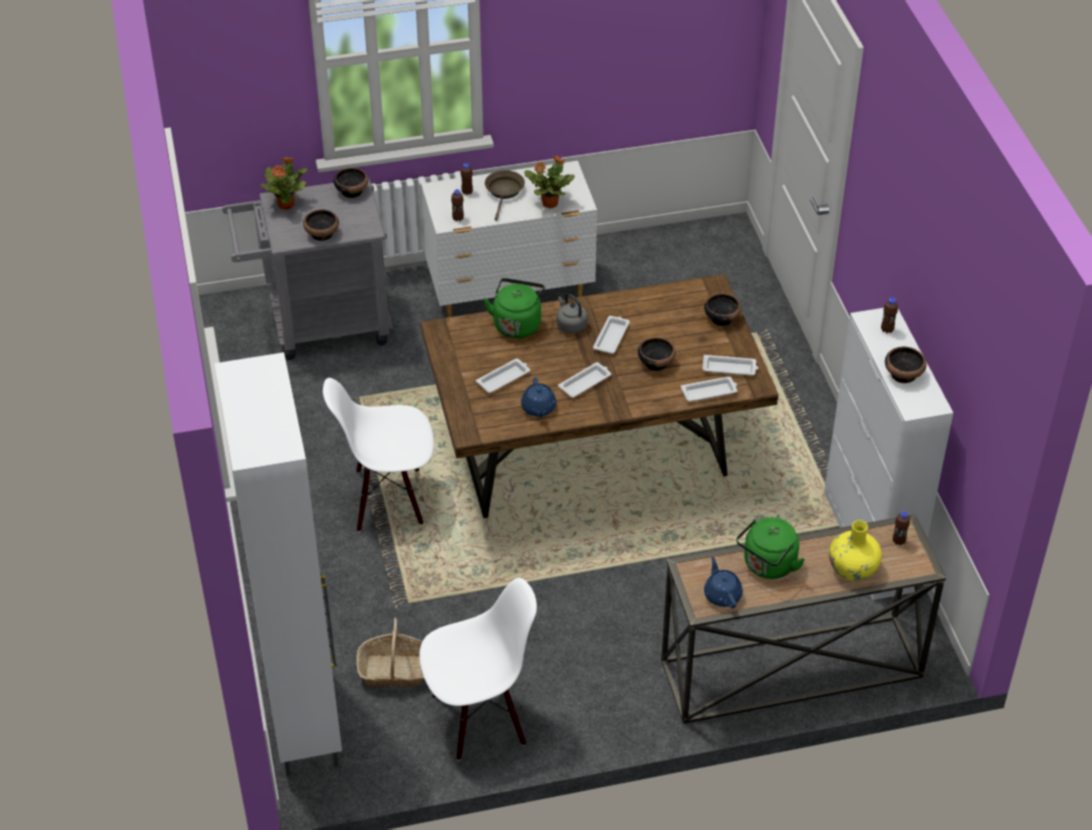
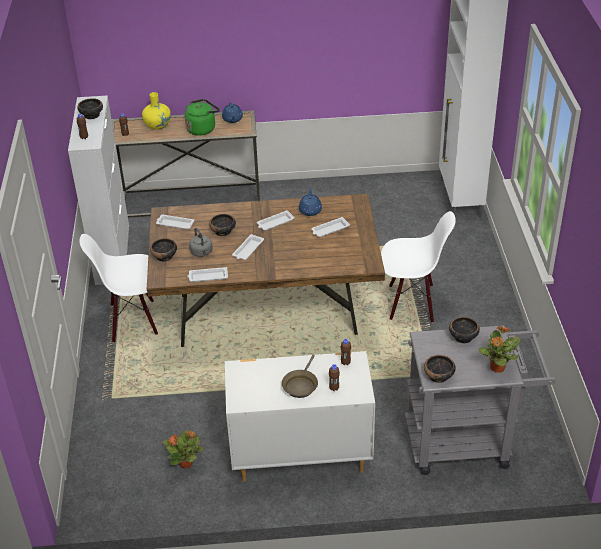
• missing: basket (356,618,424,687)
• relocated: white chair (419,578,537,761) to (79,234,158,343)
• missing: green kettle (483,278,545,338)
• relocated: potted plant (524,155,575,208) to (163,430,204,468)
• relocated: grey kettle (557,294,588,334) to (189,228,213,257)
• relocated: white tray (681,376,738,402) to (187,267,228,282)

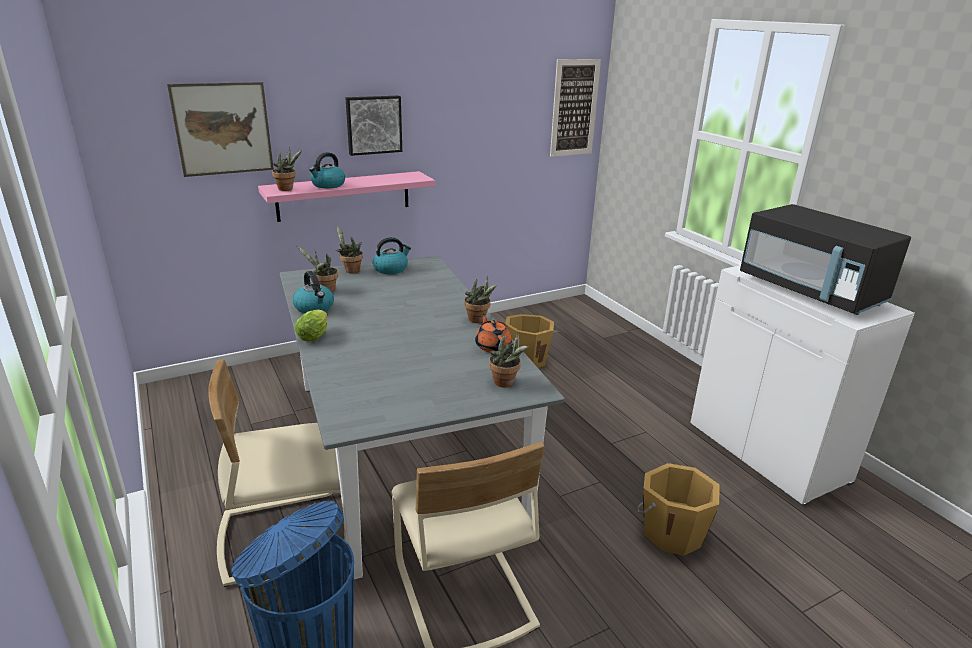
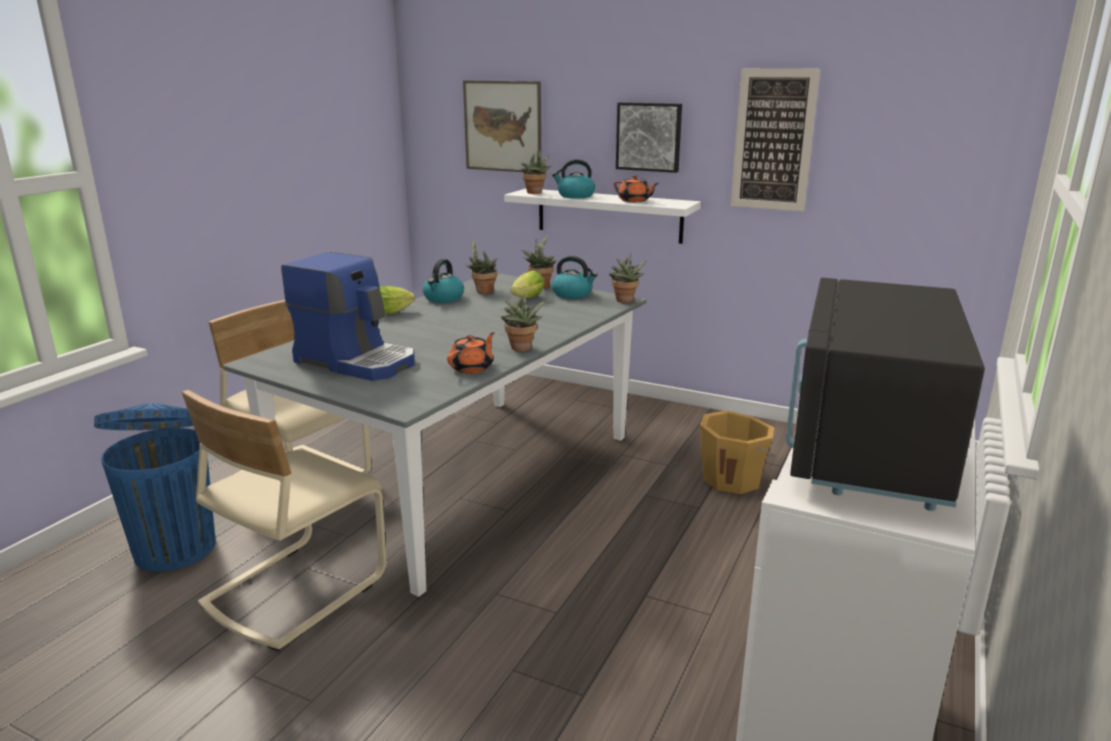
• colour: pink shelf (258,171,435,222) to white shelf (504,189,701,244)
• relocated: potted plant (489,332,528,388) to (609,254,646,303)
• relocated: picture (550,59,601,157) to (730,69,820,211)
• missing: orange bucket (638,463,719,556)
• appeared: coffee machine (281,252,415,381)
• appeared: lettuce (511,270,545,298)
• appeared: orange teapot (614,175,659,202)

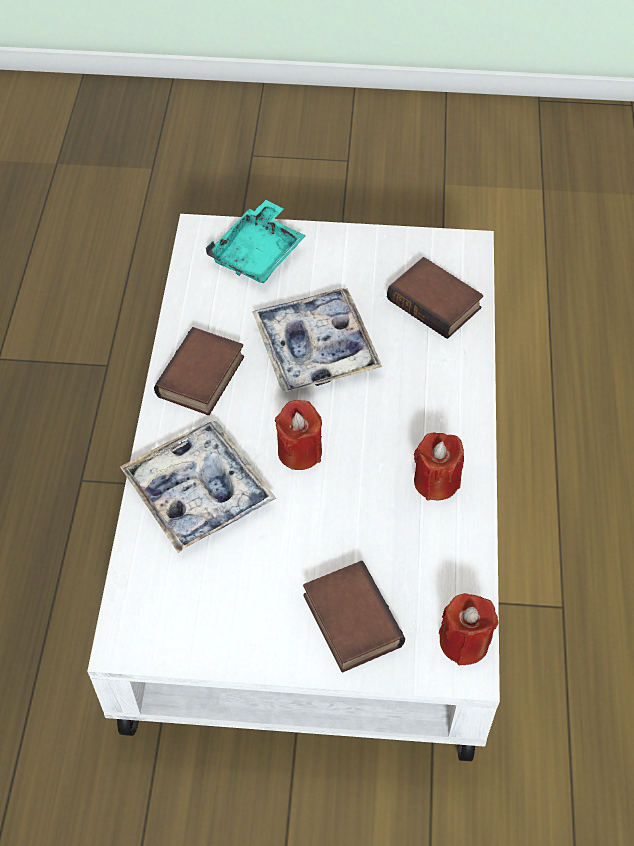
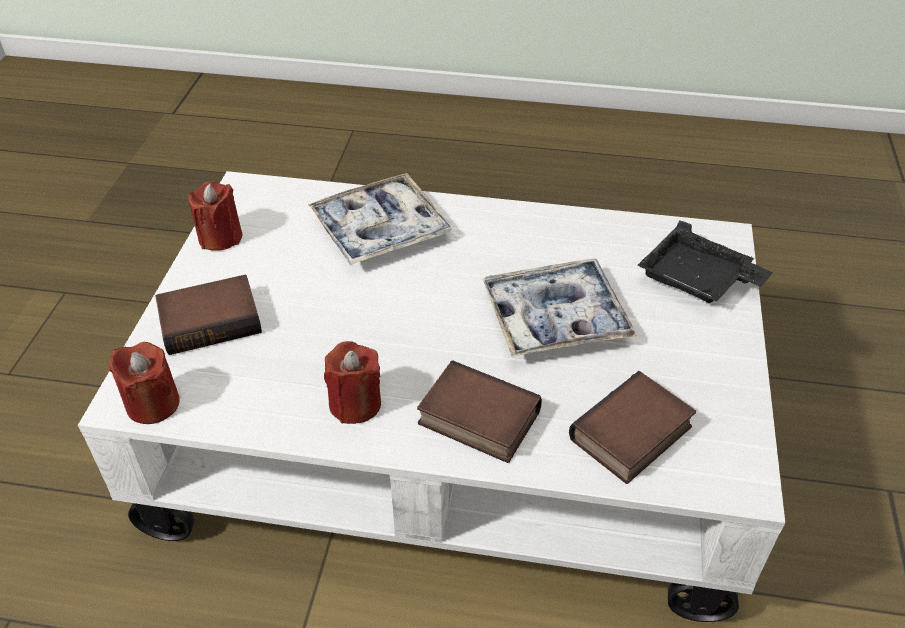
• relocated: book (154,327,244,415) to (417,360,542,463)
• colour: turquoise tray (206,200,306,283) to black tray (637,220,773,303)
• relocated: red candle (275,400,322,470) to (188,181,242,251)

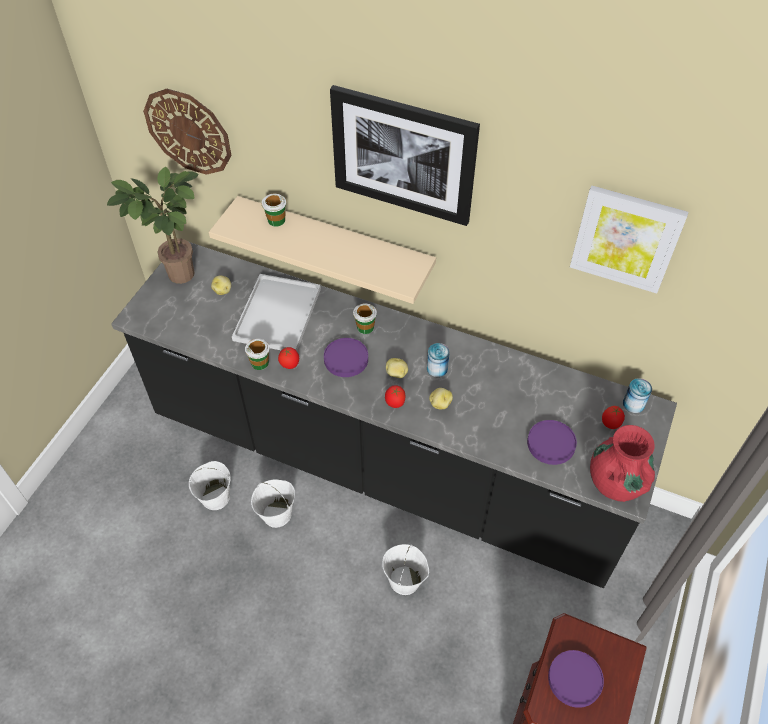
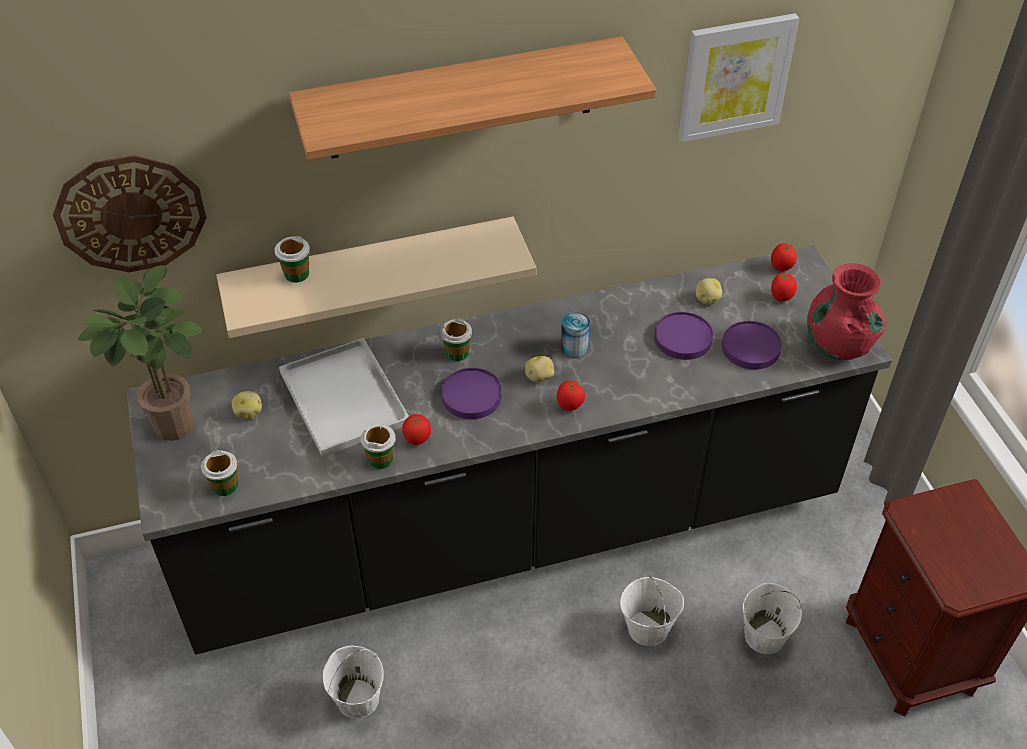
• relocated: white bucket (251,479,295,528) to (743,582,802,654)
• exchanged: picture (330,85,480,226) to shelf (289,36,656,160)
• relocated: potato (429,388,453,409) to (696,278,722,305)
• relocated: purple plate (548,650,604,708) to (654,312,713,360)
• exchanged: can (623,378,652,413) to tomato (771,243,797,271)
• appeared: cup (201,450,238,496)

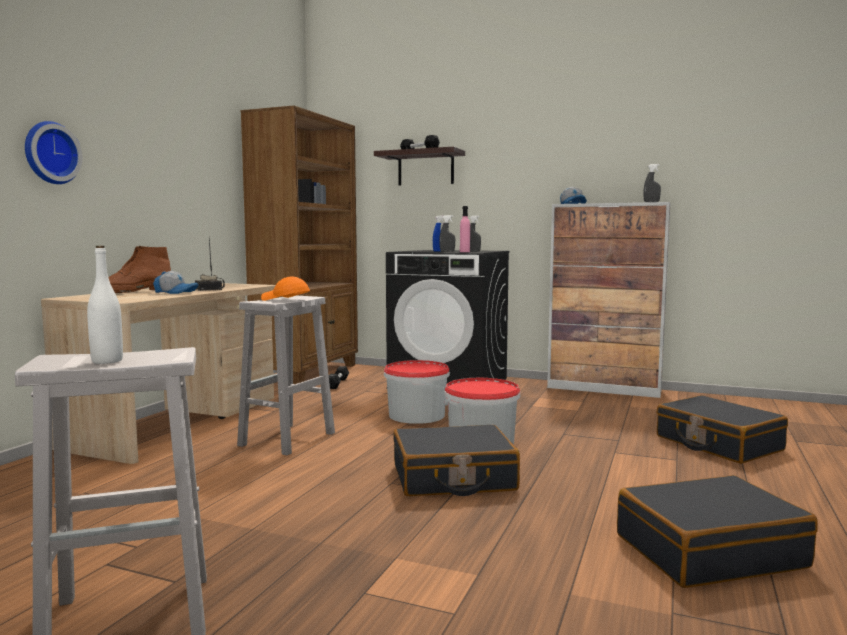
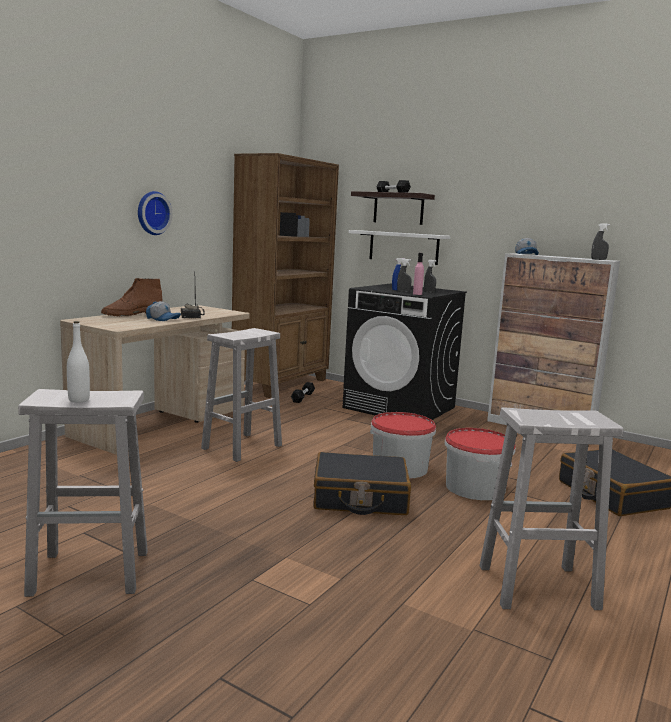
• relocated: wall clock (25,121,82,184) to (138,191,173,235)
• missing: orange cap (261,276,310,301)
• relocated: bucket (384,360,450,424) to (445,428,516,500)
• exchanged: black suitcase (617,475,818,588) to white stool (480,407,624,610)
• appeared: white shelf (349,230,450,265)

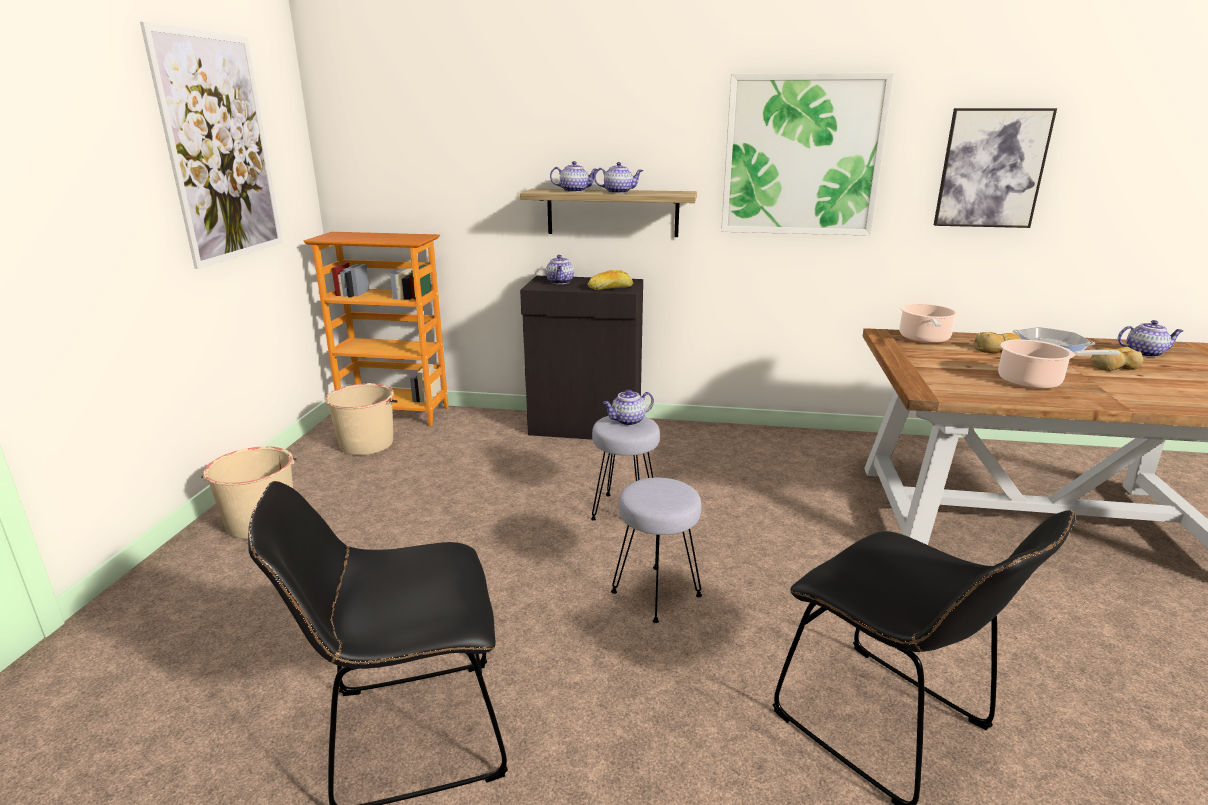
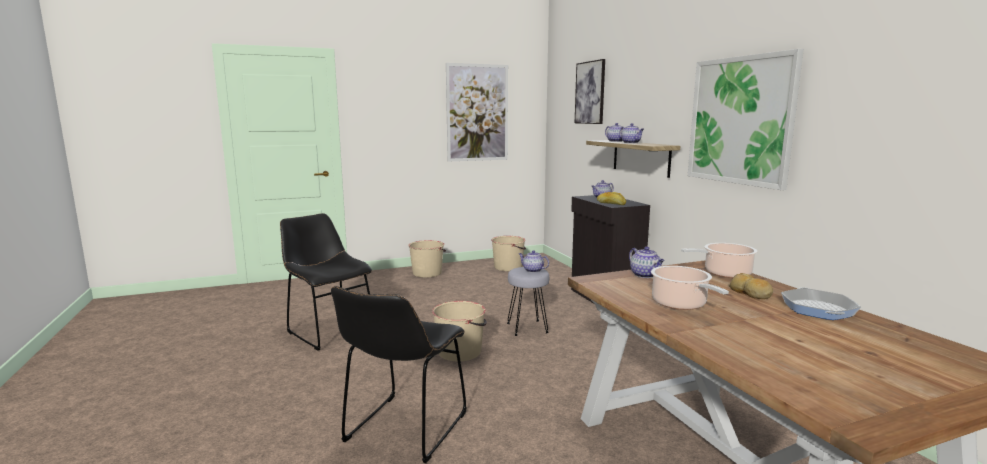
• missing: bookcase (303,232,449,427)
• exchanged: grey stool (611,478,702,623) to beige bucket (432,301,487,361)
• relocated: picture (934,108,1057,228) to (575,59,605,124)
• missing: bread (1090,346,1143,371)
• relocated: teapot (1118,320,1183,357) to (629,247,665,278)

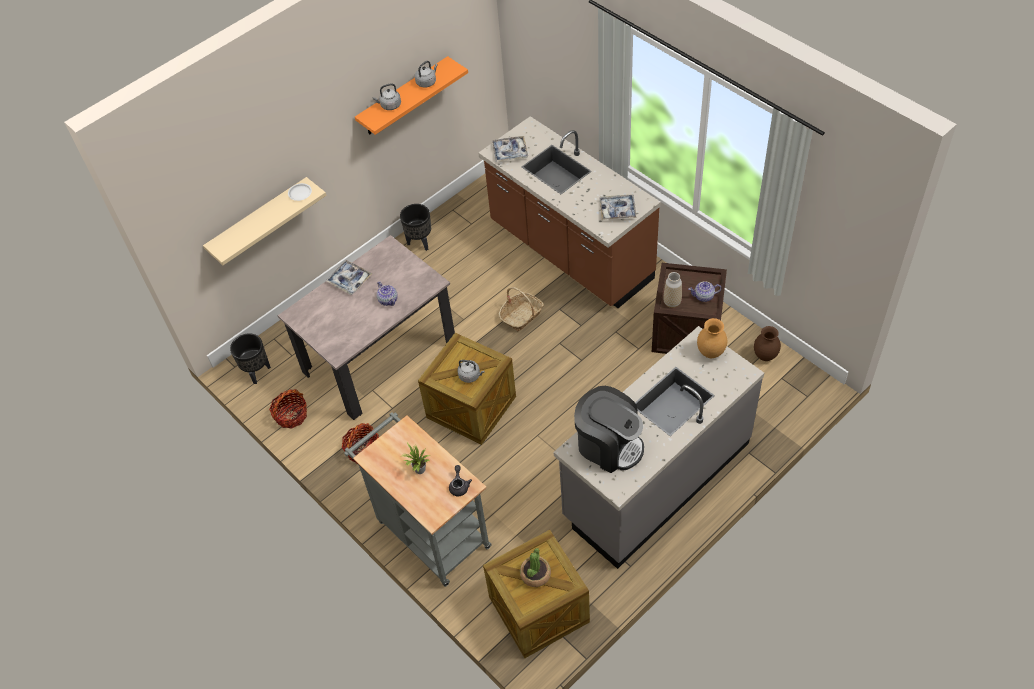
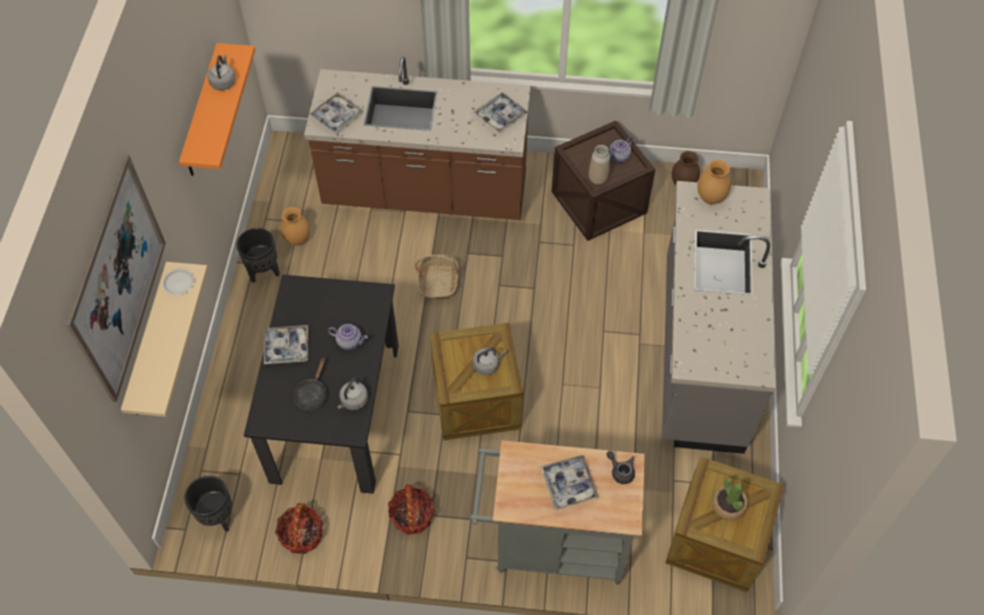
• colour: beige dining table (278,235,455,420) to black dining table (244,274,399,494)
• relocated: grey kettle (372,83,401,110) to (337,377,368,410)
• exchanged: potted plant (402,443,430,474) to tray (540,455,599,510)
• missing: coffee machine (574,386,644,473)
• appeared: picture (66,154,166,402)
• appeared: brown vase (280,207,310,245)
• appeared: black frying pan (294,357,327,410)

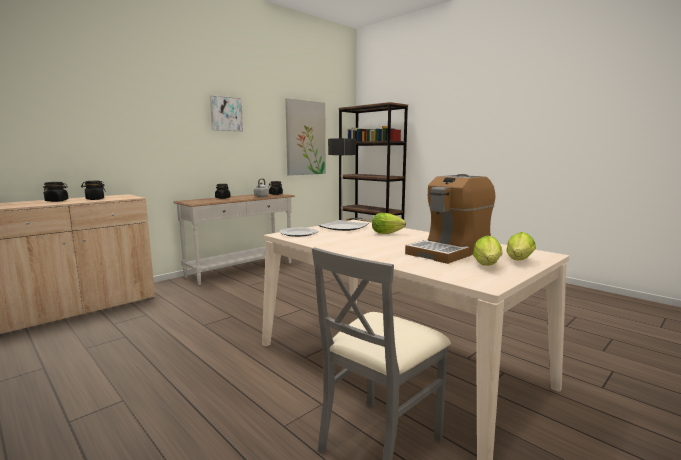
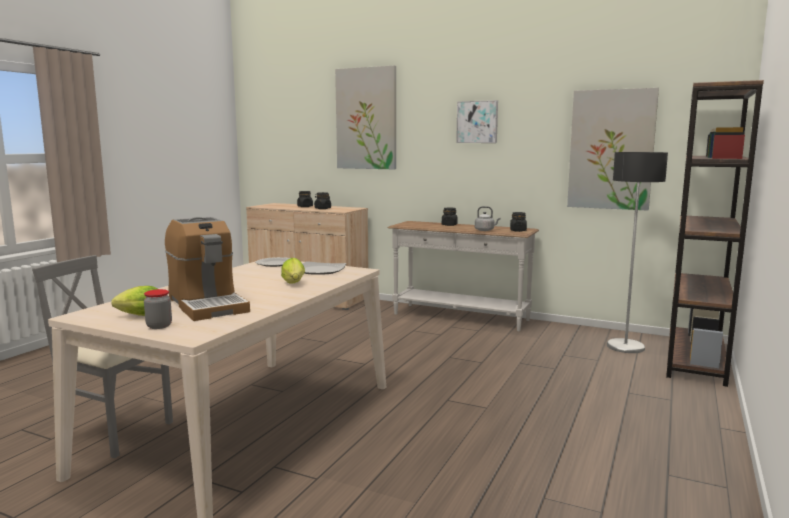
• spun: coffee machine (405,174,495,264) = (165,217,250,321) 150 degrees counterclockwise
• exchanged: lettuce (506,232,536,260) to jar (144,289,172,329)
• appeared: picture (335,66,396,169)

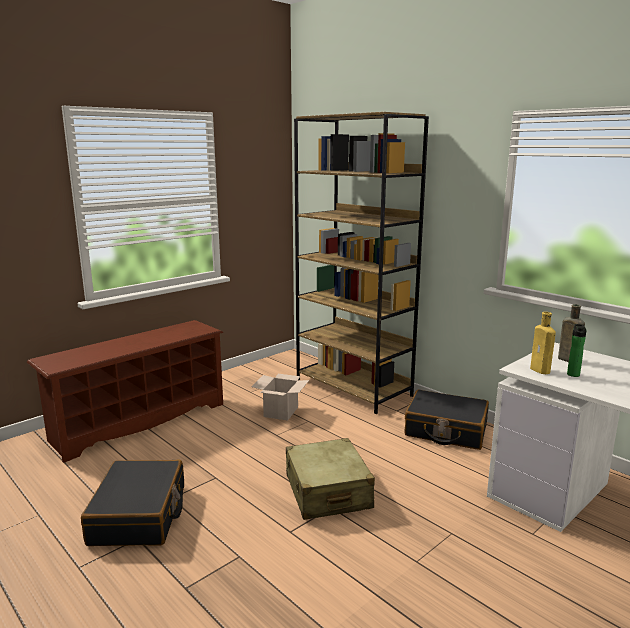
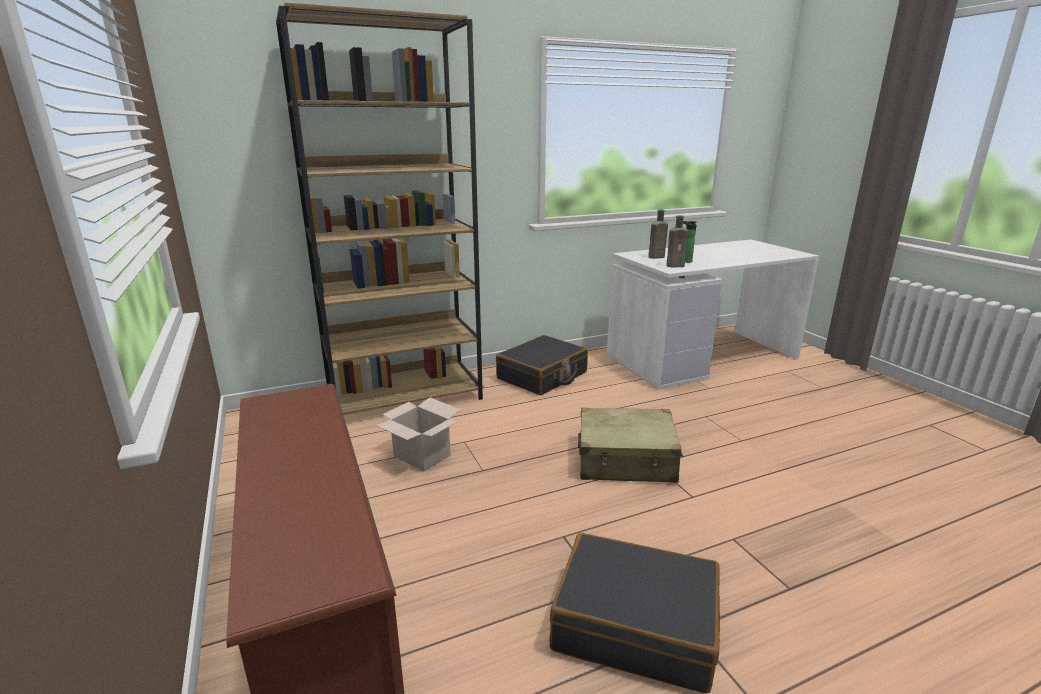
• colour: yellow bottle (530,312,556,374) to brown bottle (666,215,688,267)

